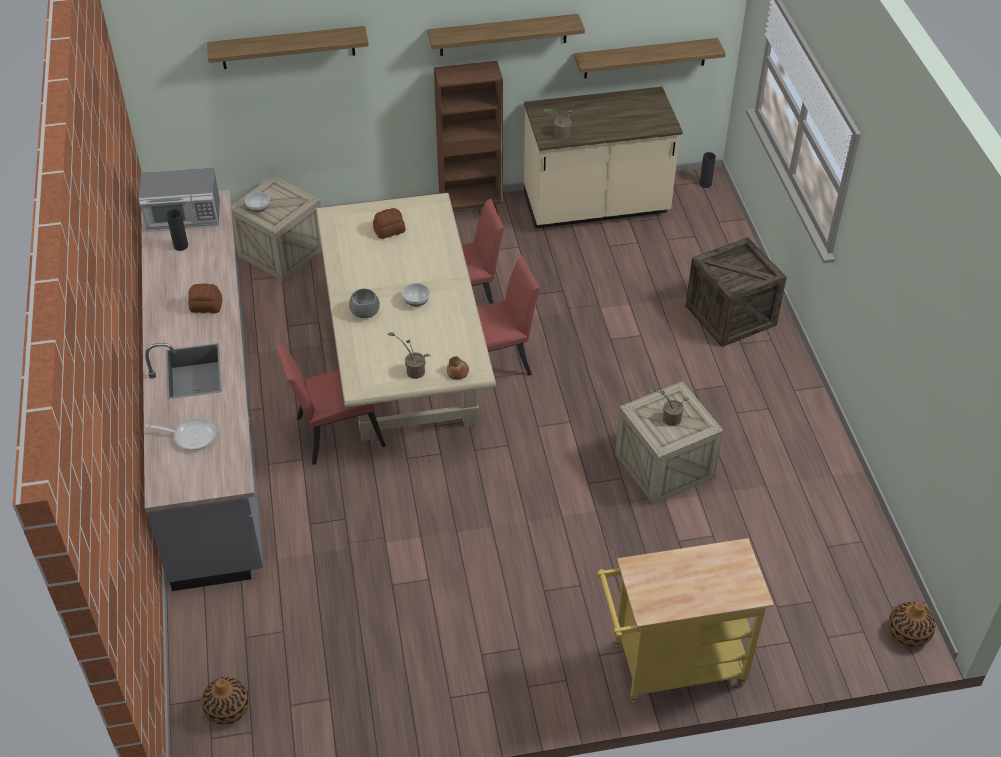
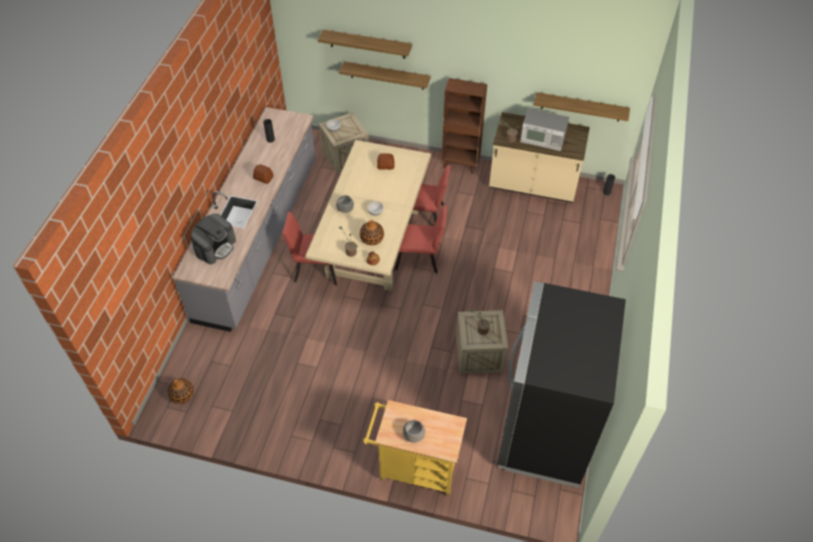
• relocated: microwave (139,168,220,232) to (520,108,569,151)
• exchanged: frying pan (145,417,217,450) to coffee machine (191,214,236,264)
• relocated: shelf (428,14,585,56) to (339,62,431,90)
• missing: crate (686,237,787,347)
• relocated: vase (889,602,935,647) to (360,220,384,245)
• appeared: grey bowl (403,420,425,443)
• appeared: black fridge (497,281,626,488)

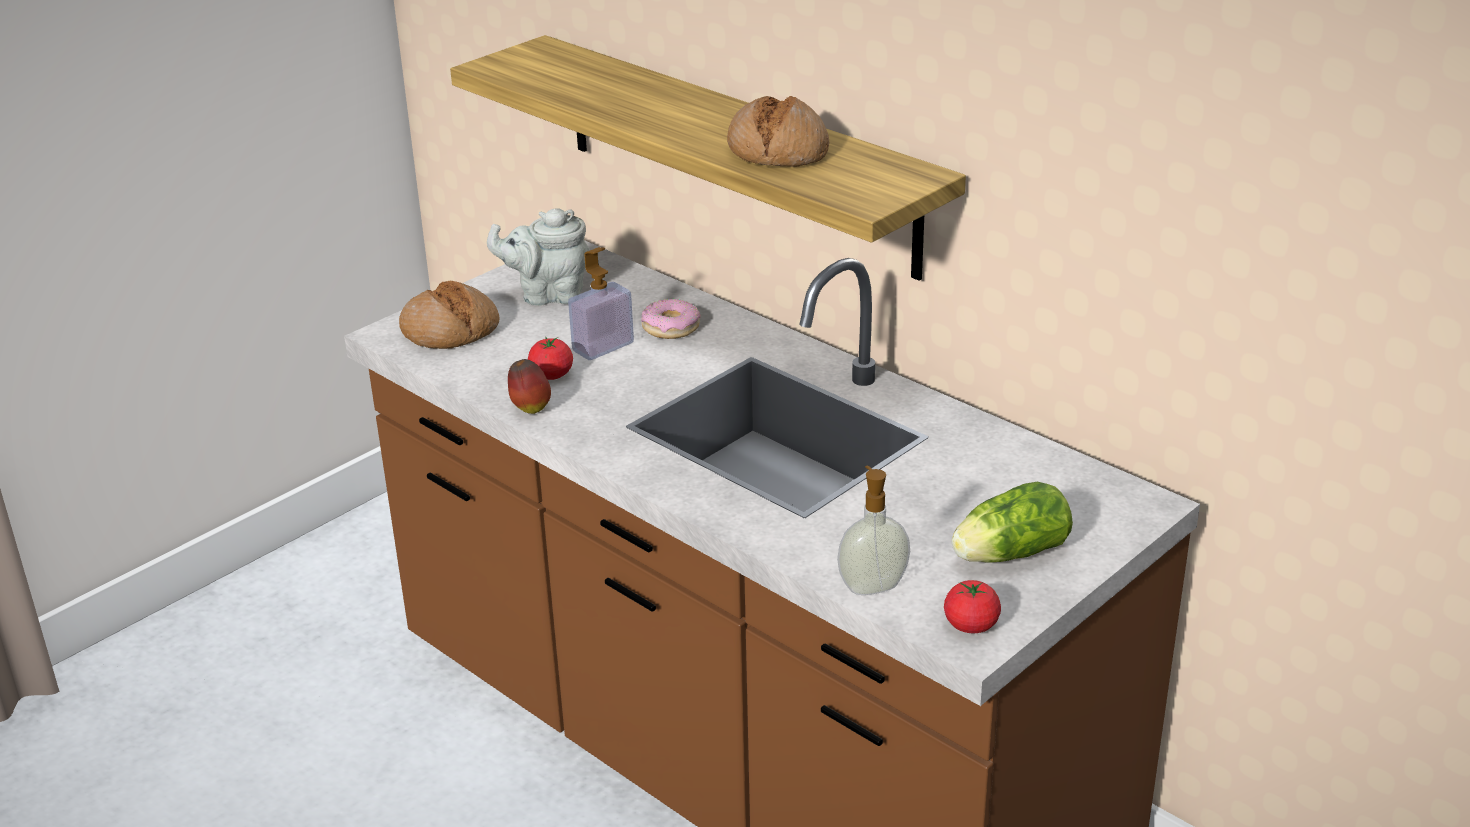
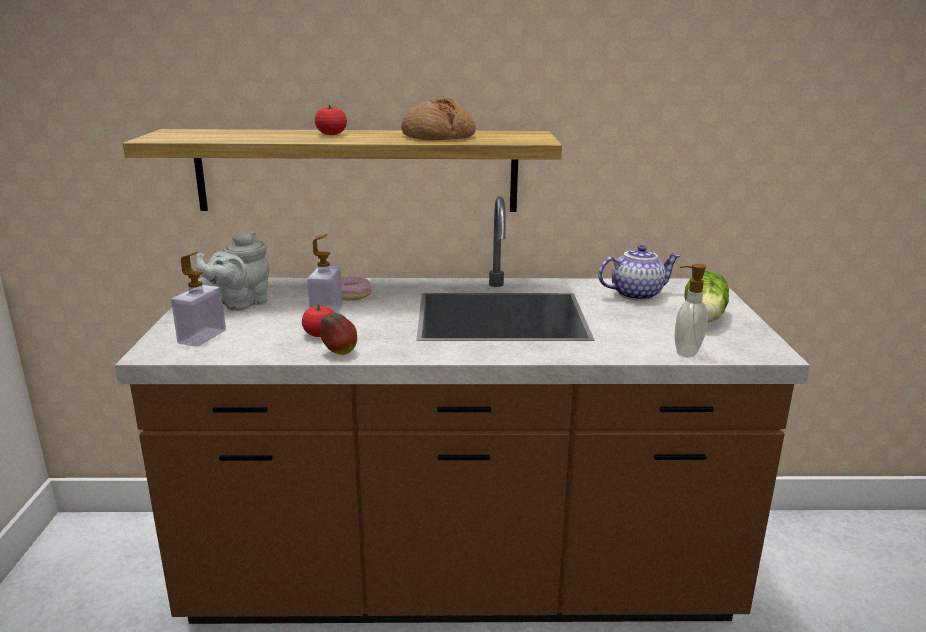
• exchanged: bread (399,281,499,349) to soap dispenser (171,252,226,347)
• relocated: tomato (944,580,1001,633) to (315,105,347,135)
• appeared: teapot (598,245,680,301)

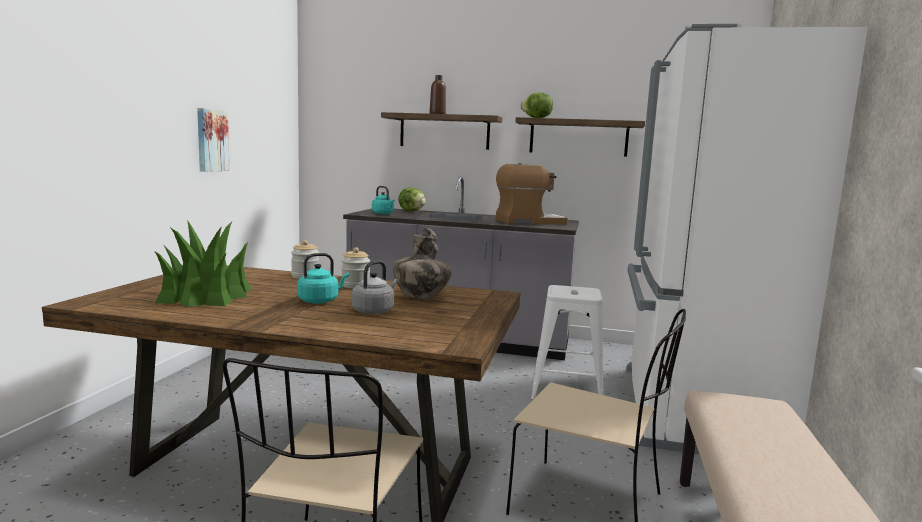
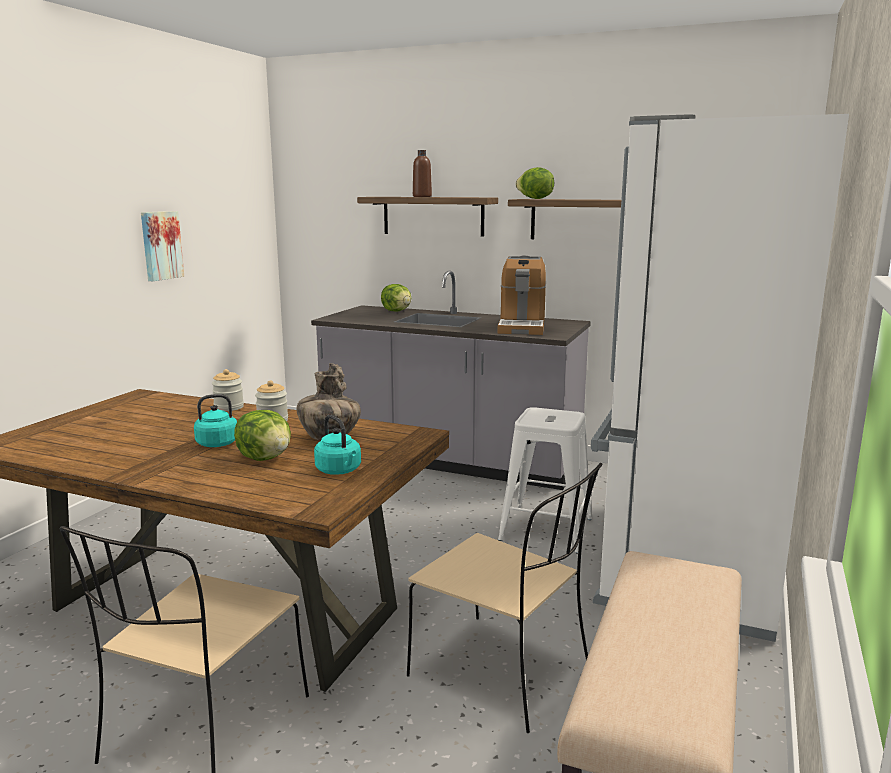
• missing: potted plant (154,220,252,307)
• exchanged: grey kettle (352,261,398,314) to lettuce (234,410,291,461)
• relocated: turquoise kettle (372,186,394,214) to (314,415,361,475)
• spun: coffee machine (496,163,567,225) = (498,255,546,335) 105 degrees clockwise

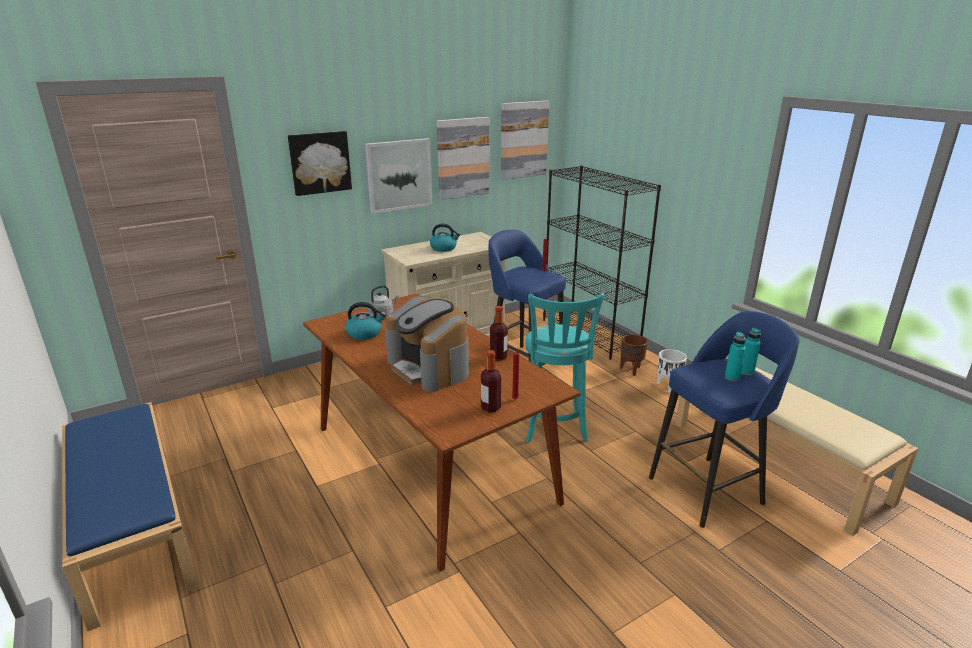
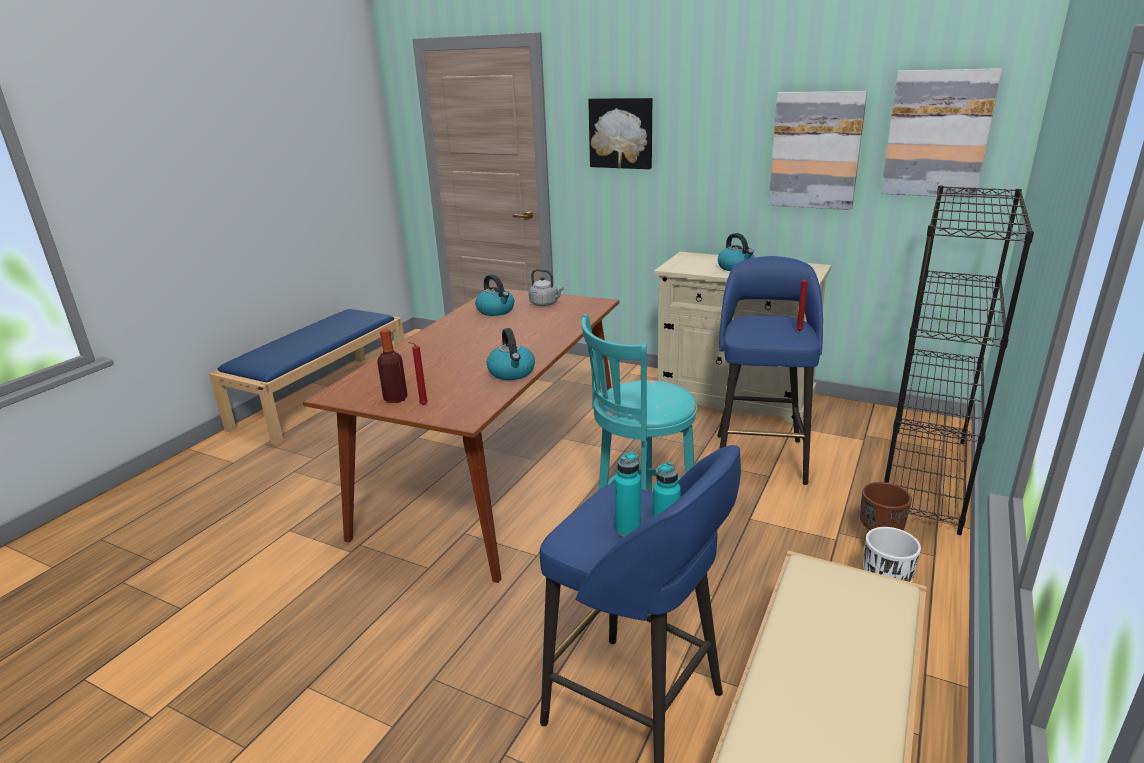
• missing: picture (365,138,432,214)
• missing: coffee machine (385,296,469,392)
• exchanged: bottle (490,306,508,361) to kettle (487,328,535,380)

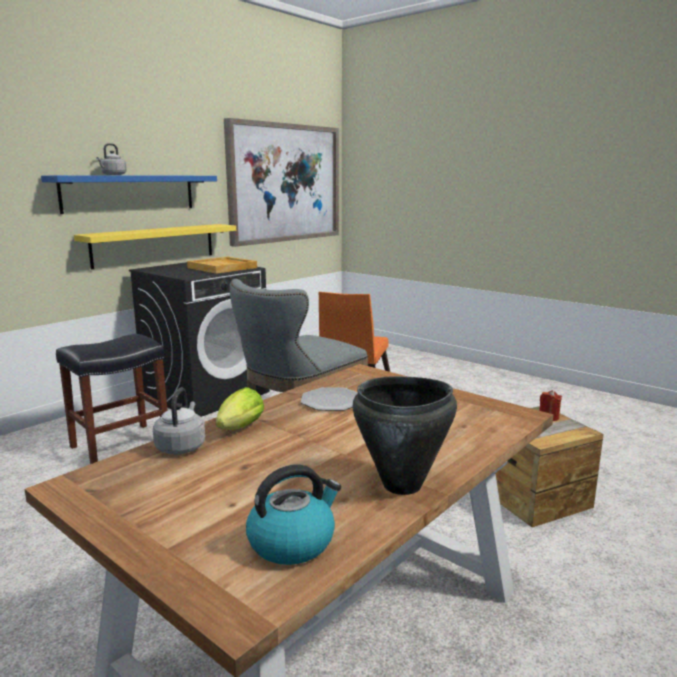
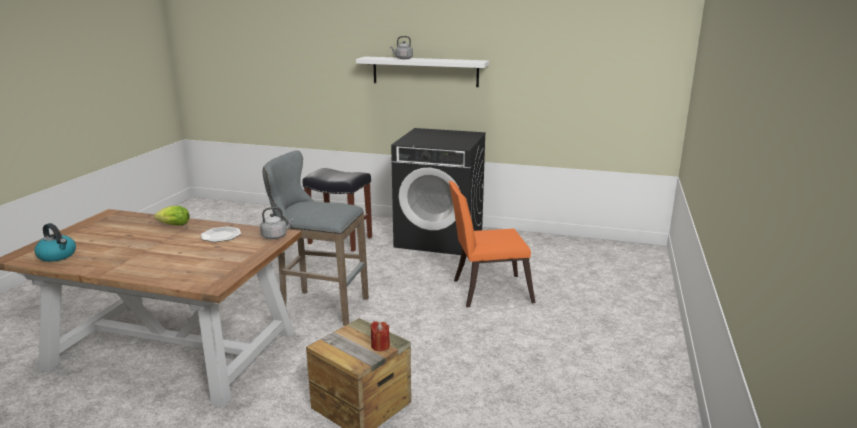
• colour: blue shelf (41,175,217,214) to white shelf (356,56,489,87)
• missing: yellow shelf (74,224,236,269)
• relocated: grey kettle (153,388,205,454) to (260,207,294,239)
• missing: beige tray (187,257,257,274)
• missing: picture (224,118,339,247)
• missing: black cooking pot (353,376,457,495)

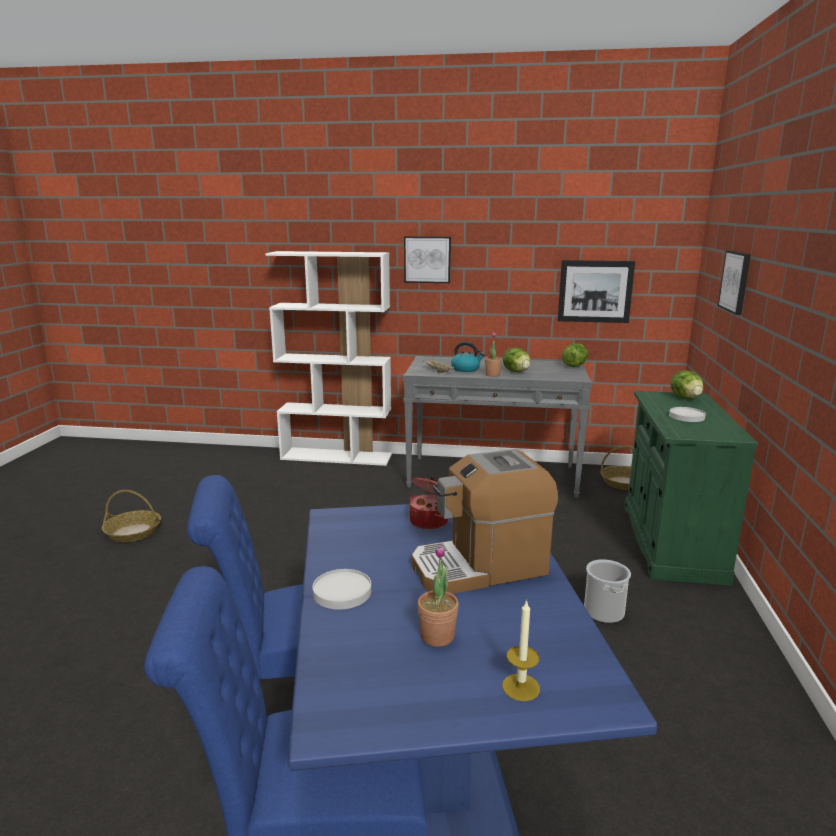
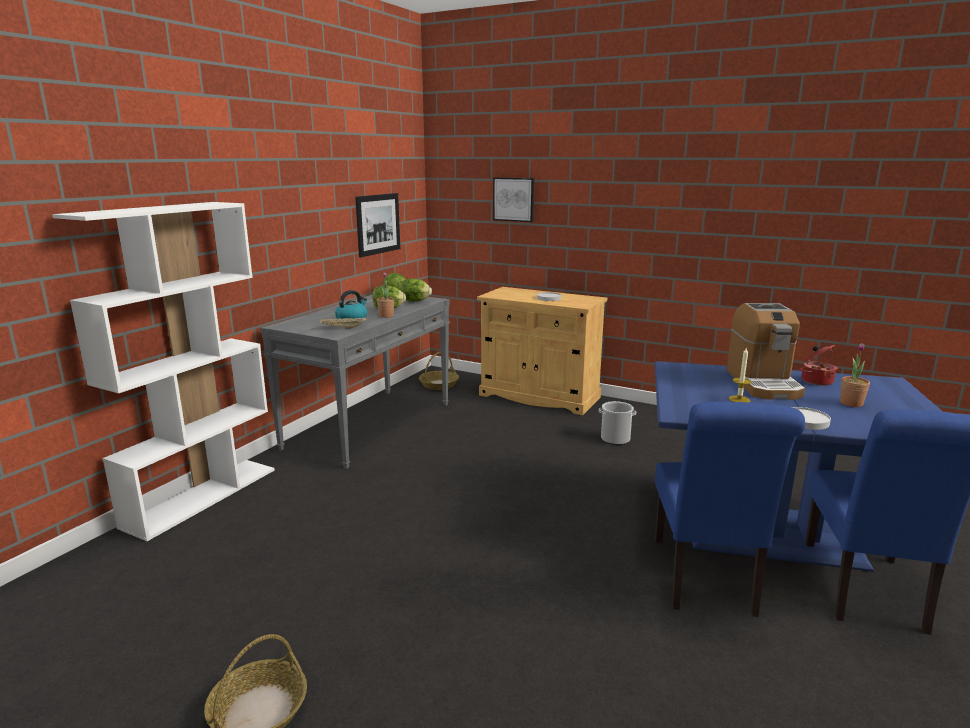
• missing: picture (404,236,451,283)
• relocated: cooking pot (410,476,448,530) to (800,345,838,386)
• relocated: candle (502,599,540,701) to (729,347,751,402)
• colour: green cabinet (624,391,758,586) to beige cabinet (477,287,607,415)
• relocated: lettuce (670,370,703,399) to (401,279,432,301)

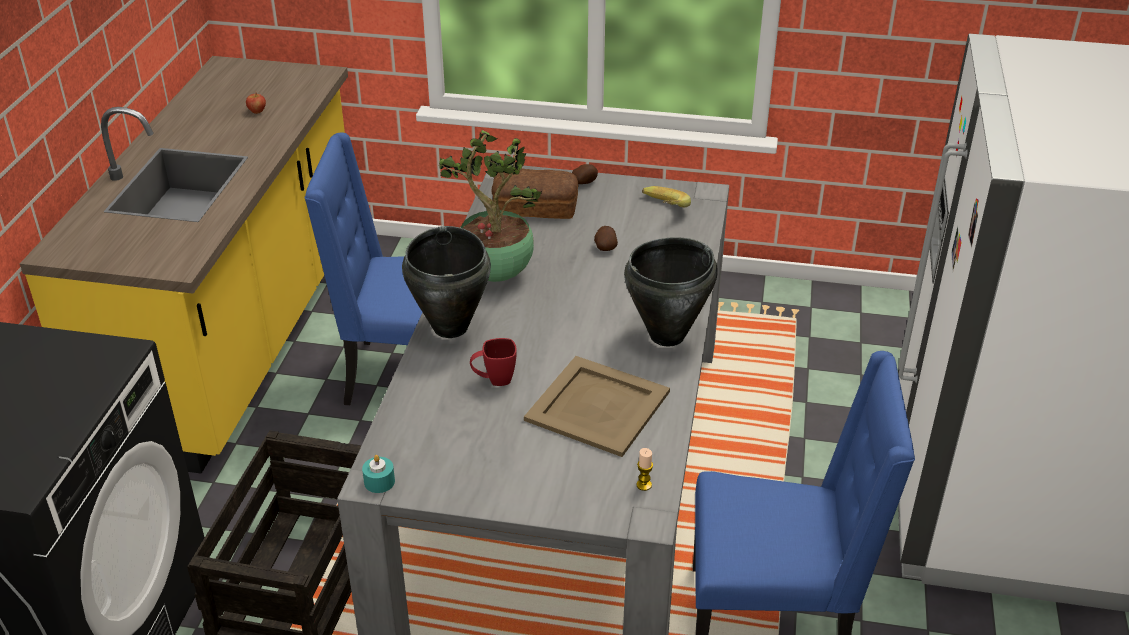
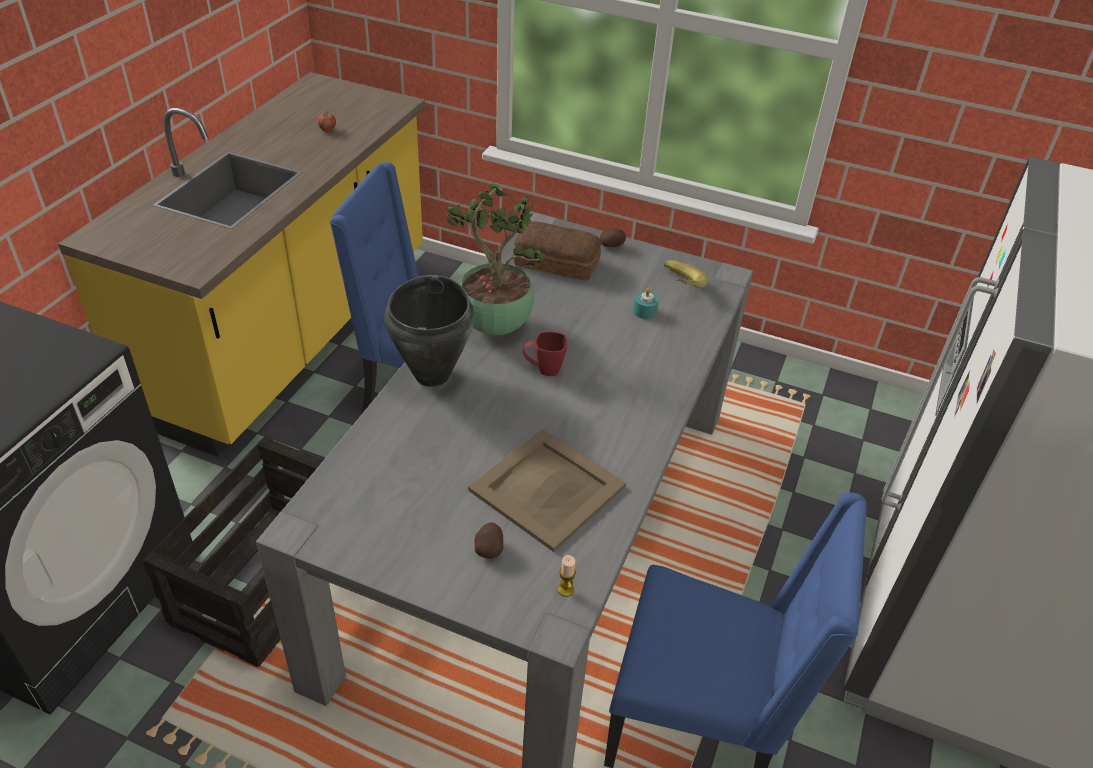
• relocated: turquoise candle (362,455,395,493) to (633,288,659,319)
• relocated: red mug (470,338,517,386) to (523,332,567,376)
• relocated: potato (594,226,618,251) to (474,522,503,559)
• missing: black cooking pot (624,237,717,346)

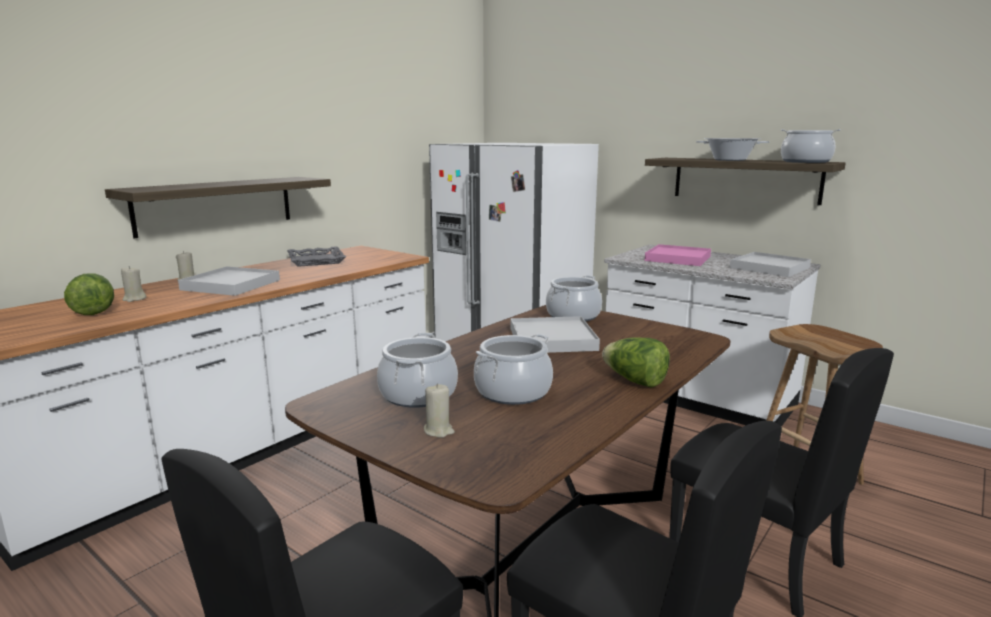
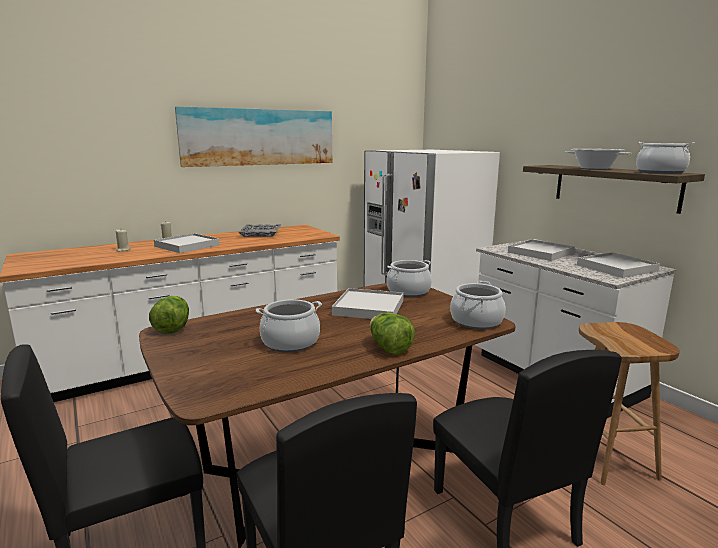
• relocated: lettuce (64,273,114,315) to (149,296,189,334)
• missing: shelf (105,177,331,238)
• relocated: cooking pot (377,333,458,408) to (450,281,506,329)
• missing: beige candle (424,383,455,438)
• colour: pink tray (645,244,711,266) to white tray (508,239,575,261)
• appeared: picture (175,106,332,167)

